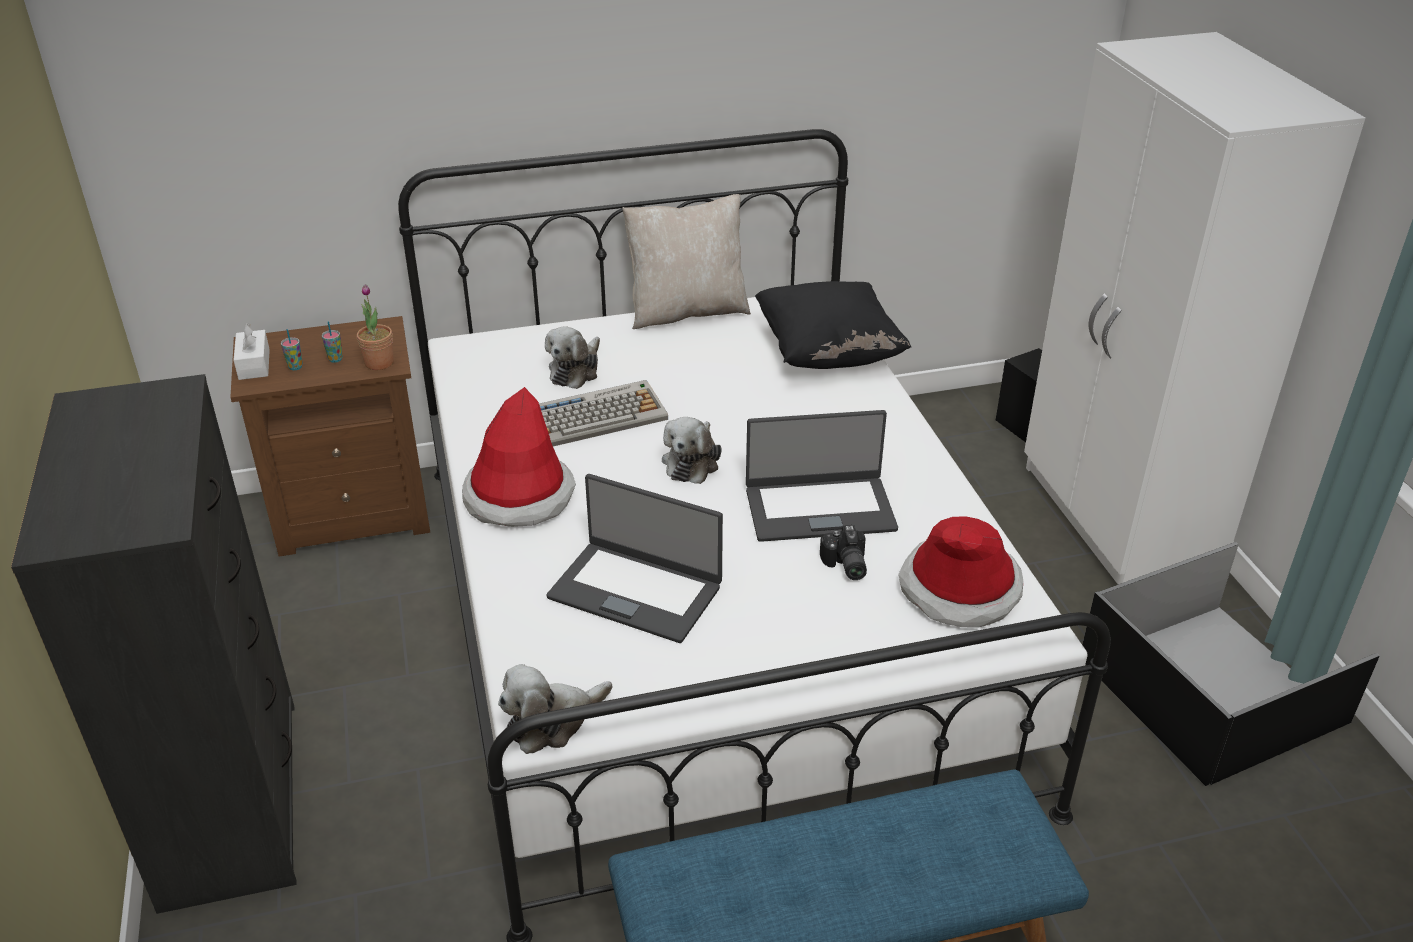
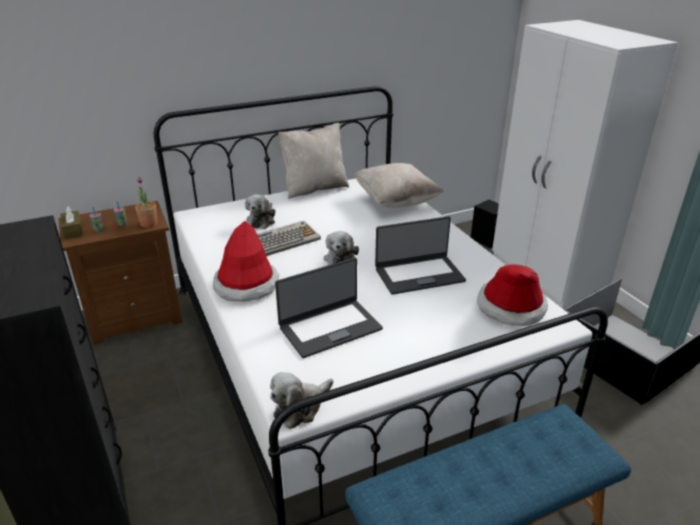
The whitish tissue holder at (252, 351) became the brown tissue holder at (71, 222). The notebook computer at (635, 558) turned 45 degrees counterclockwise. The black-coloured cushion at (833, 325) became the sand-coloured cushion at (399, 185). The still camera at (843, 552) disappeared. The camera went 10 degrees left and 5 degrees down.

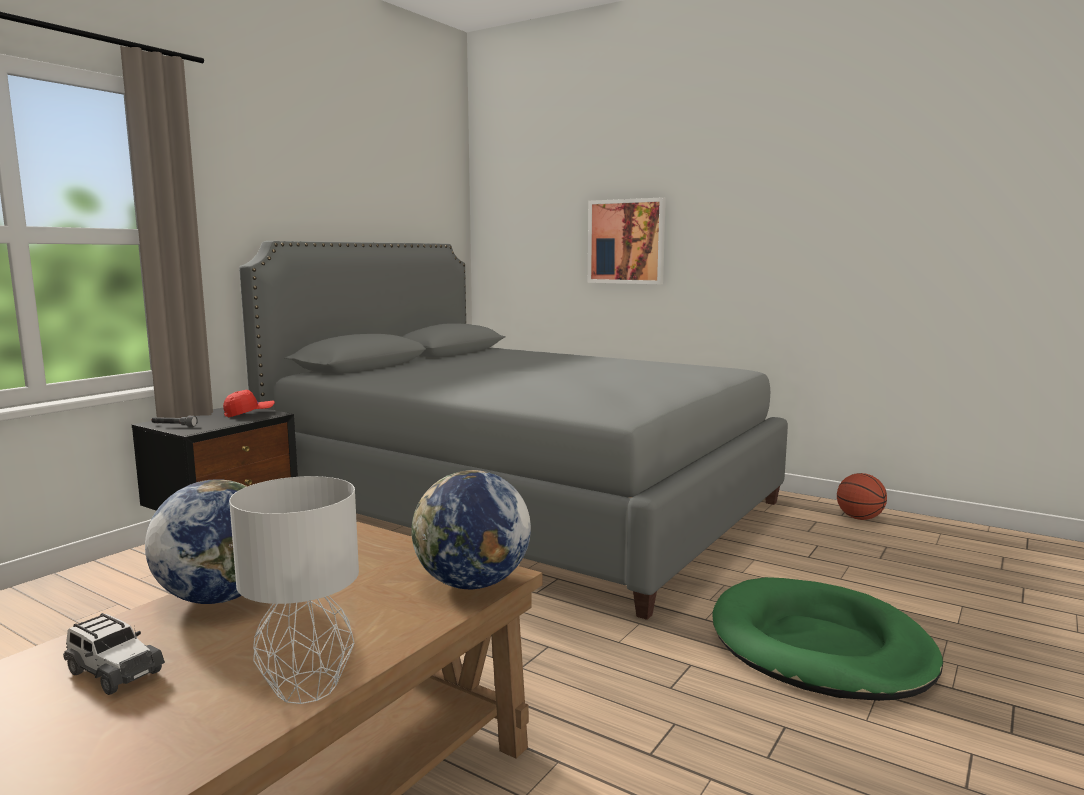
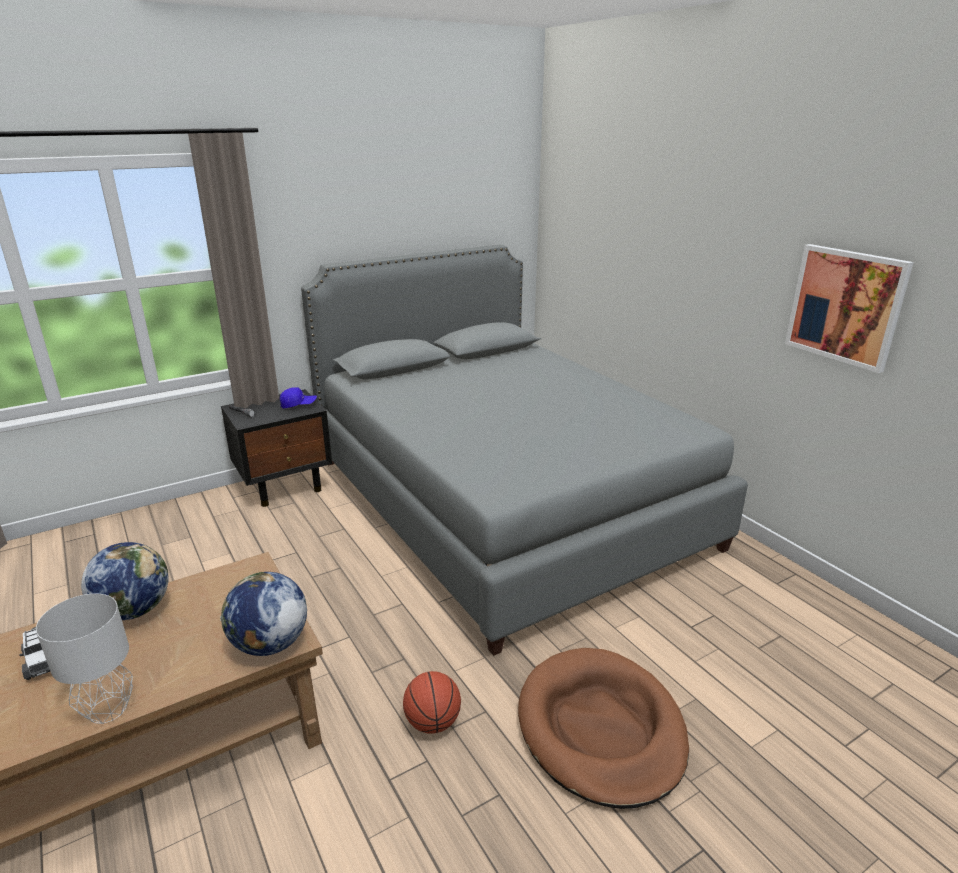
The red-coloured cap at (249, 403) became the blue-coloured cap at (298, 397). The ball for basketball moved from (862, 496) to (432, 702). The green-coloured dog cushion at (828, 639) became the brown dog cushion at (603, 728). The wall art moved from (627, 240) to (849, 308). The camera went 25 degrees right and 15 degrees up.

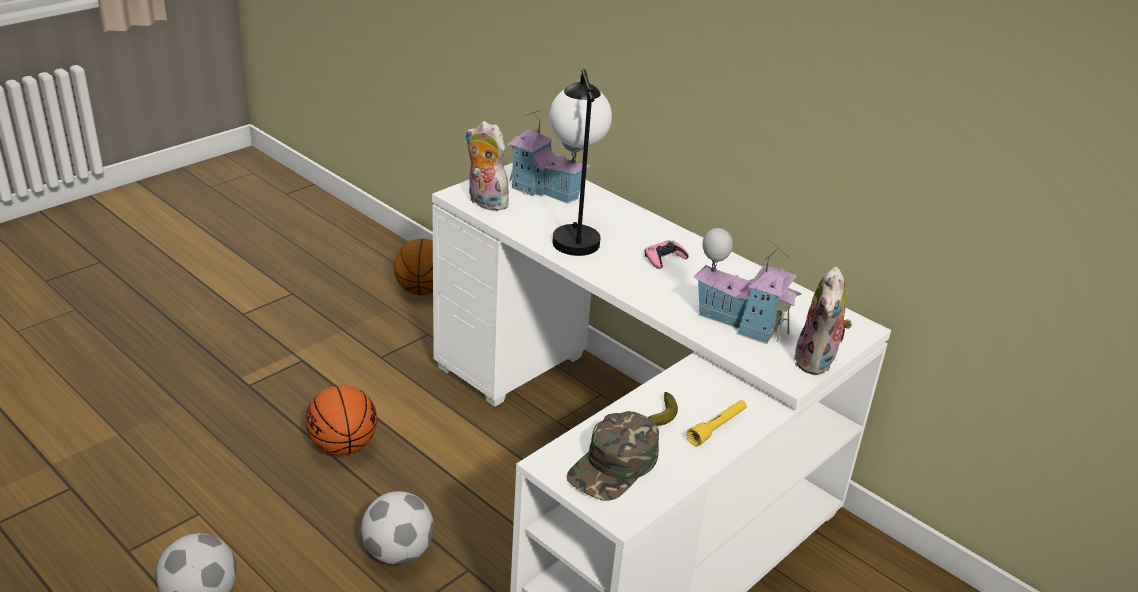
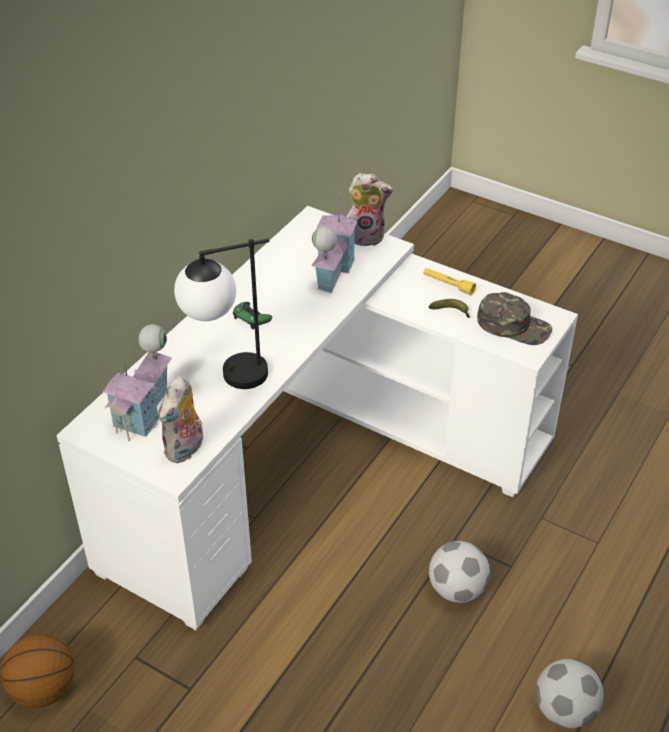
The pinkish gamepad at (667, 254) became the green-coloured gamepad at (252, 315). The ball for basketball at (341, 420) disappeared. The camera went 100 degrees left and 10 degrees up.

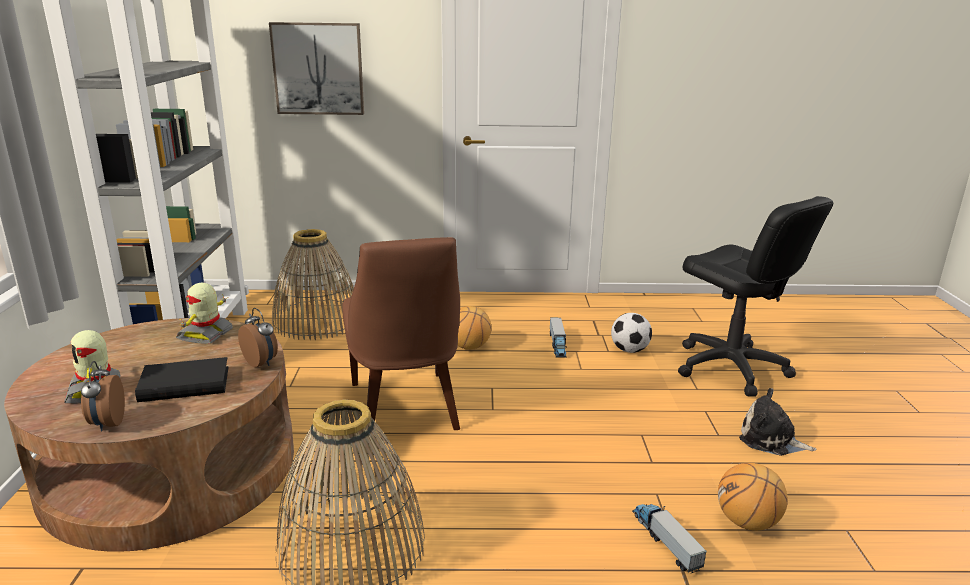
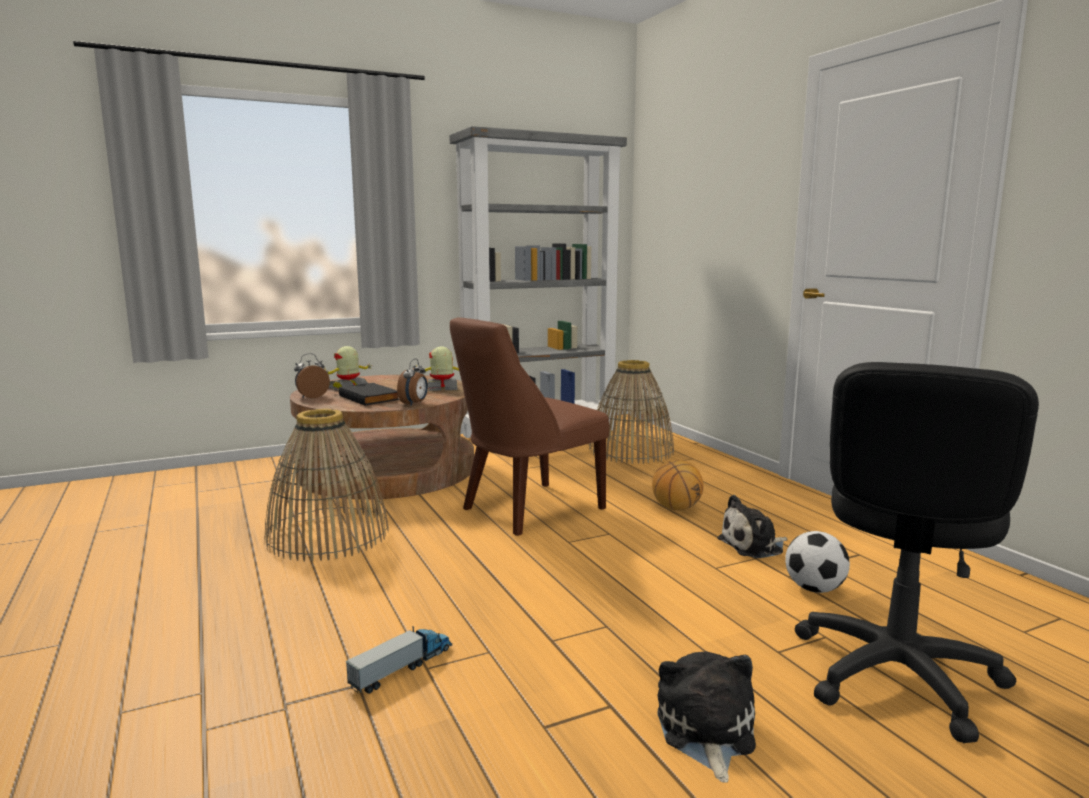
The toy lorry at (558, 338) was replaced by the cuddly toy at (753, 526). The wall art at (316, 68) disappeared. The ball for basketball at (753, 497) disappeared. The camera went 65 degrees right and 10 degrees down.

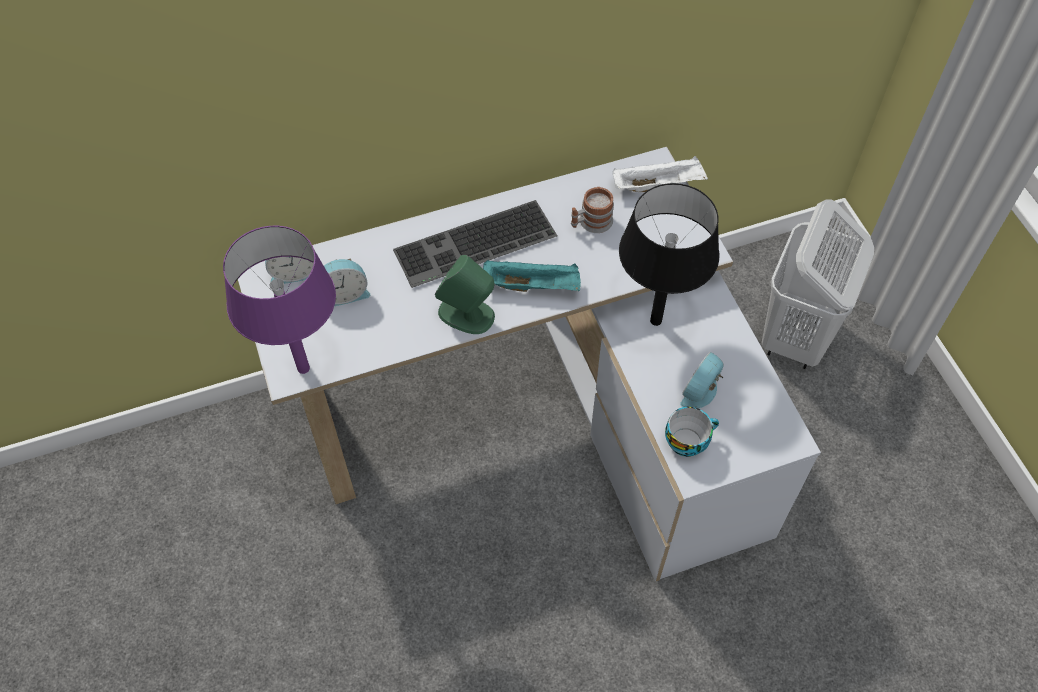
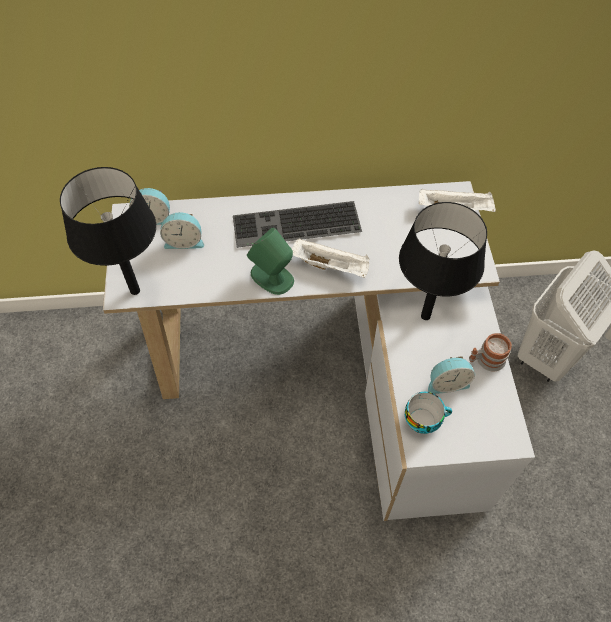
The purple-coloured tabletop lamp at (279, 300) became the black-coloured tabletop lamp at (108, 231). The blue-green carrying tray at (532, 276) became the whitish carrying tray at (331, 258). The bedside clock at (702, 380) turned 150 degrees counterclockwise. The mug moved from (592, 210) to (490, 352). The camera went 15 degrees right and 0 degrees up.

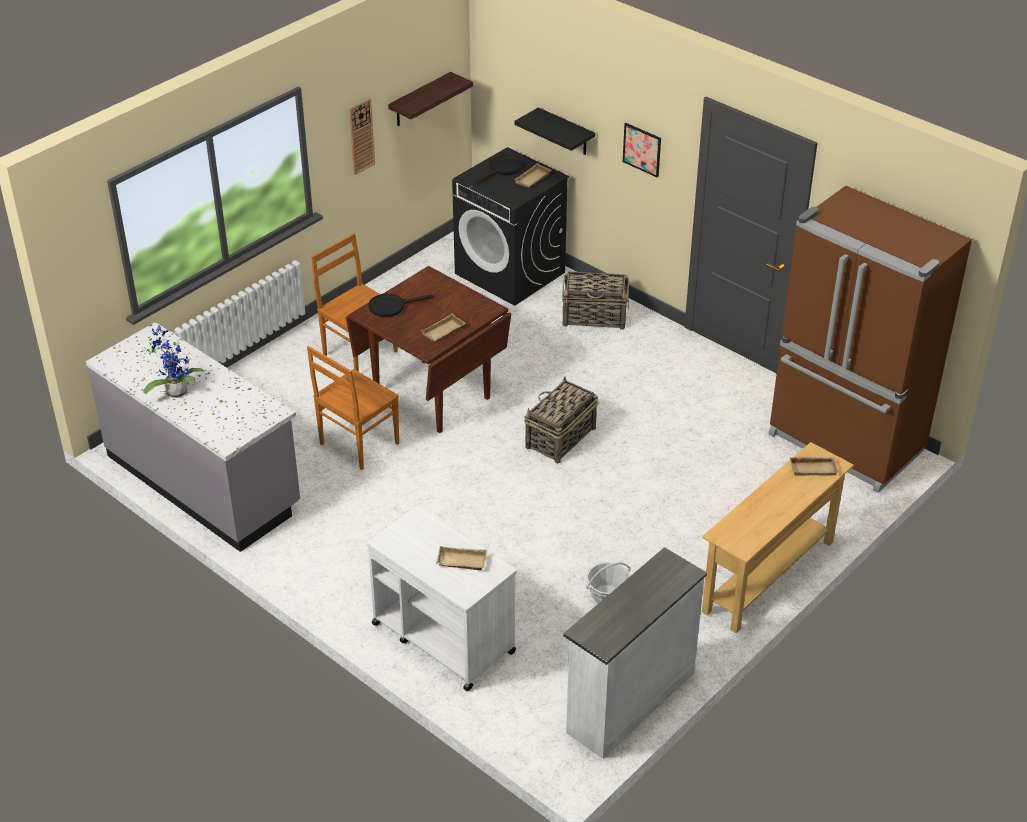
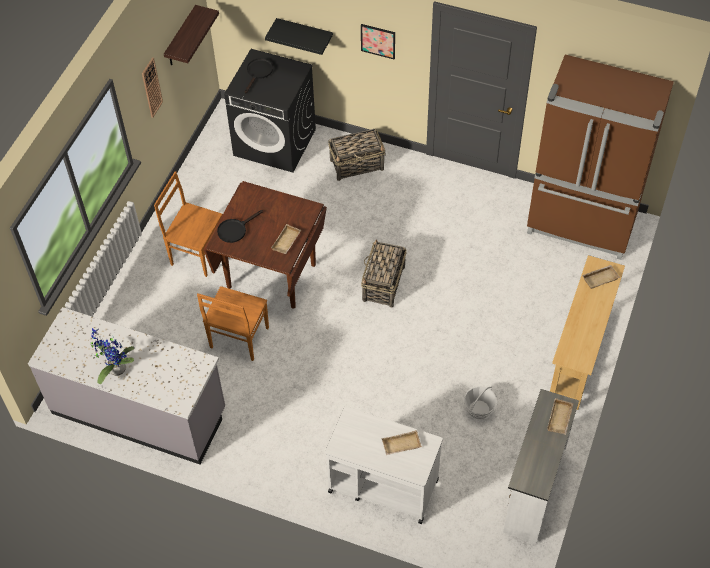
The sand-coloured carrying tray moved from (533, 175) to (560, 416). The camera went 20 degrees left and 15 degrees up.

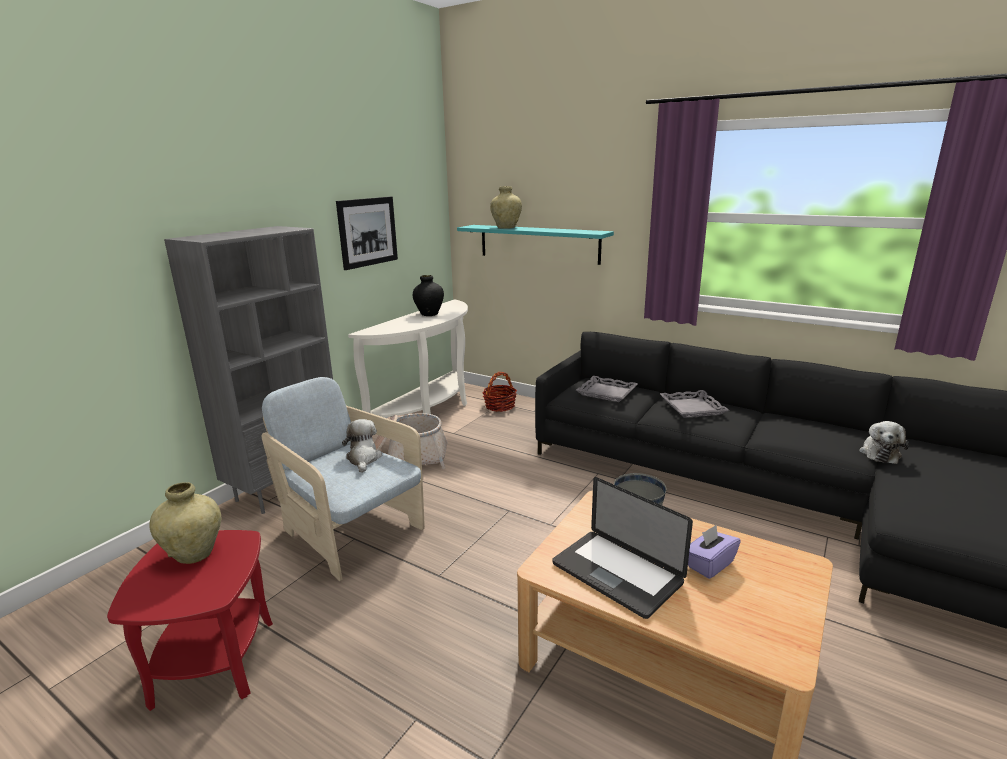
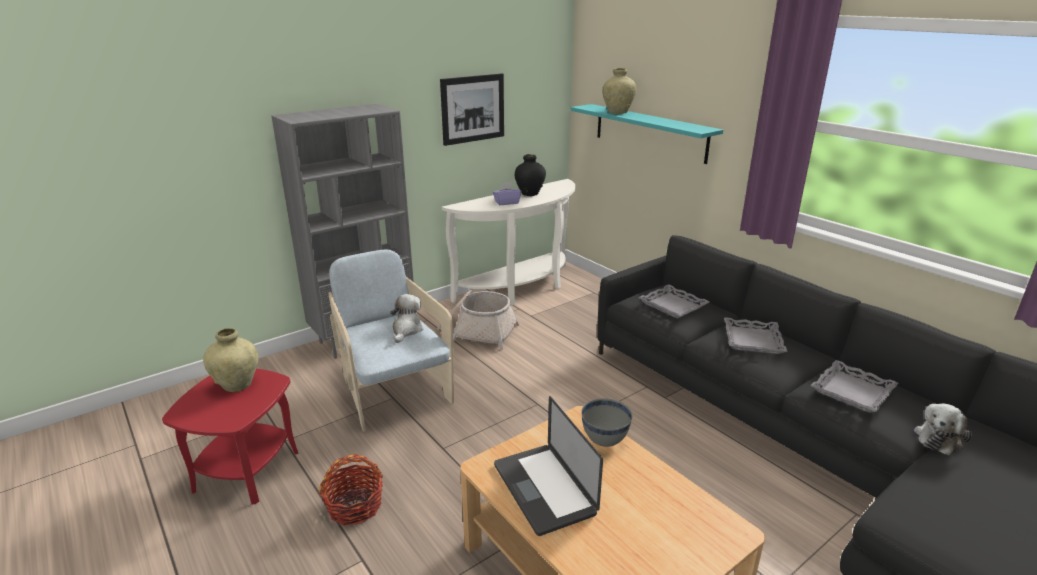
The basket moved from (499, 392) to (350, 490). The purple-coloured tissue holder moved from (714, 552) to (507, 193). The grey carrying tray at (854, 386) appeared. The camera went 20 degrees right and 5 degrees up.

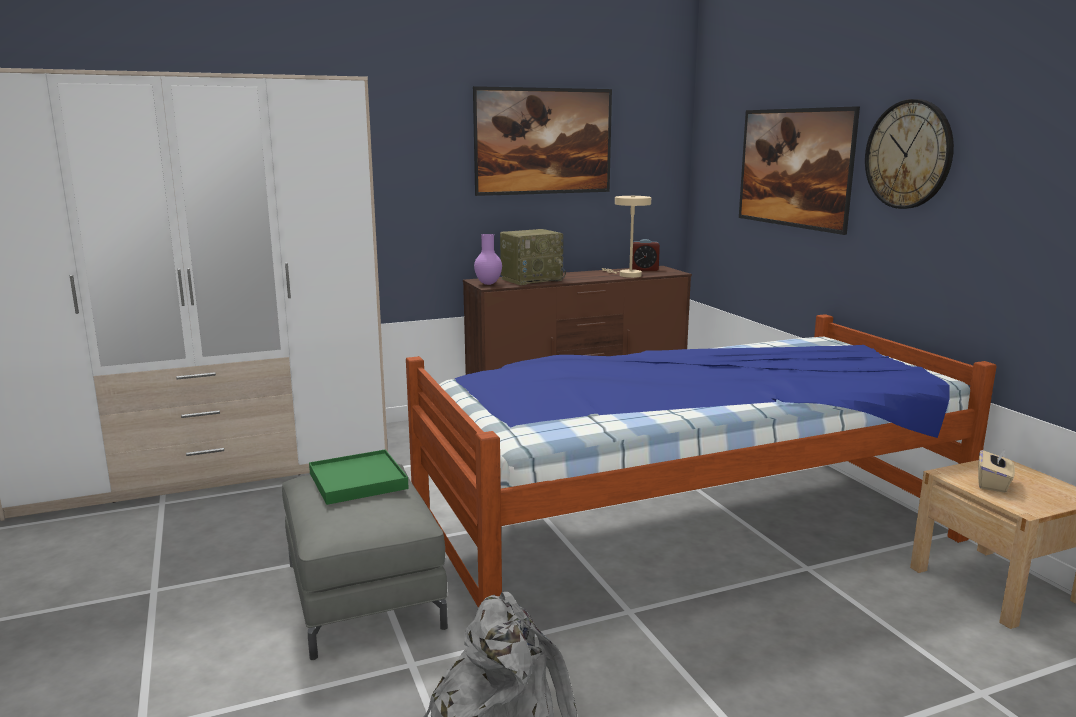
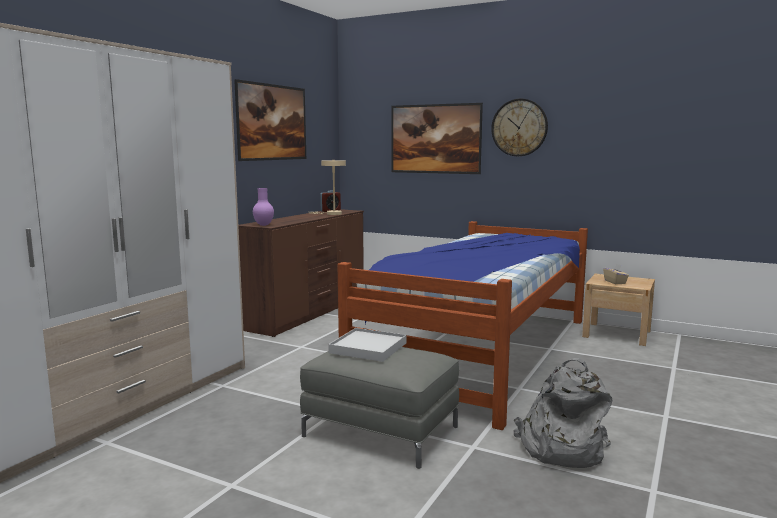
The green-coloured carrying tray at (359, 477) became the whitish carrying tray at (367, 345). The radio set at (533, 257) disappeared. The camera went 40 degrees left and 5 degrees down.

